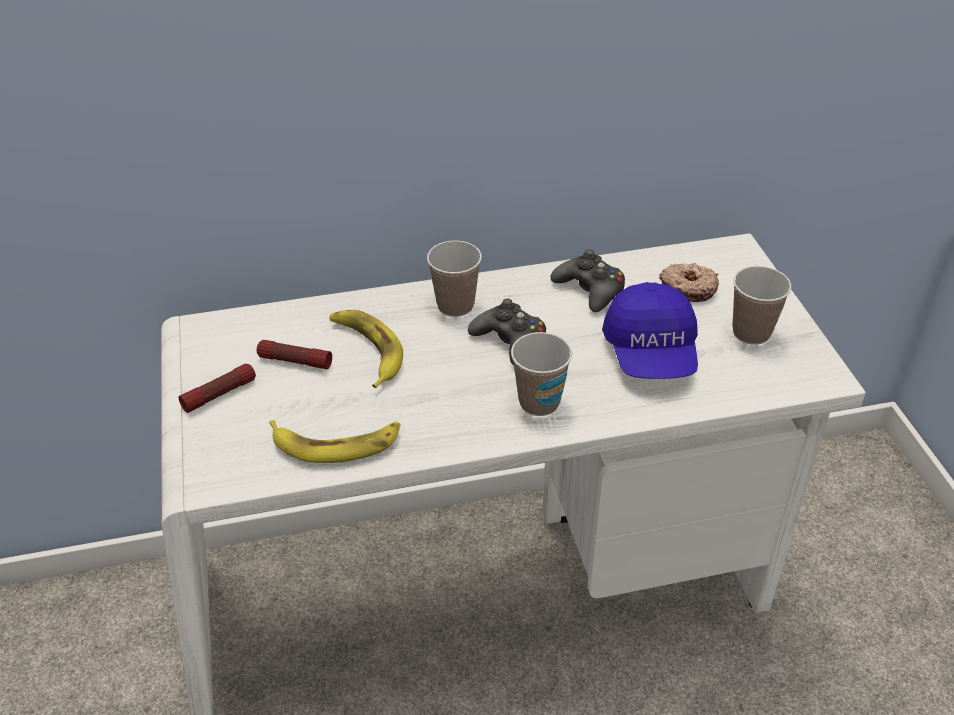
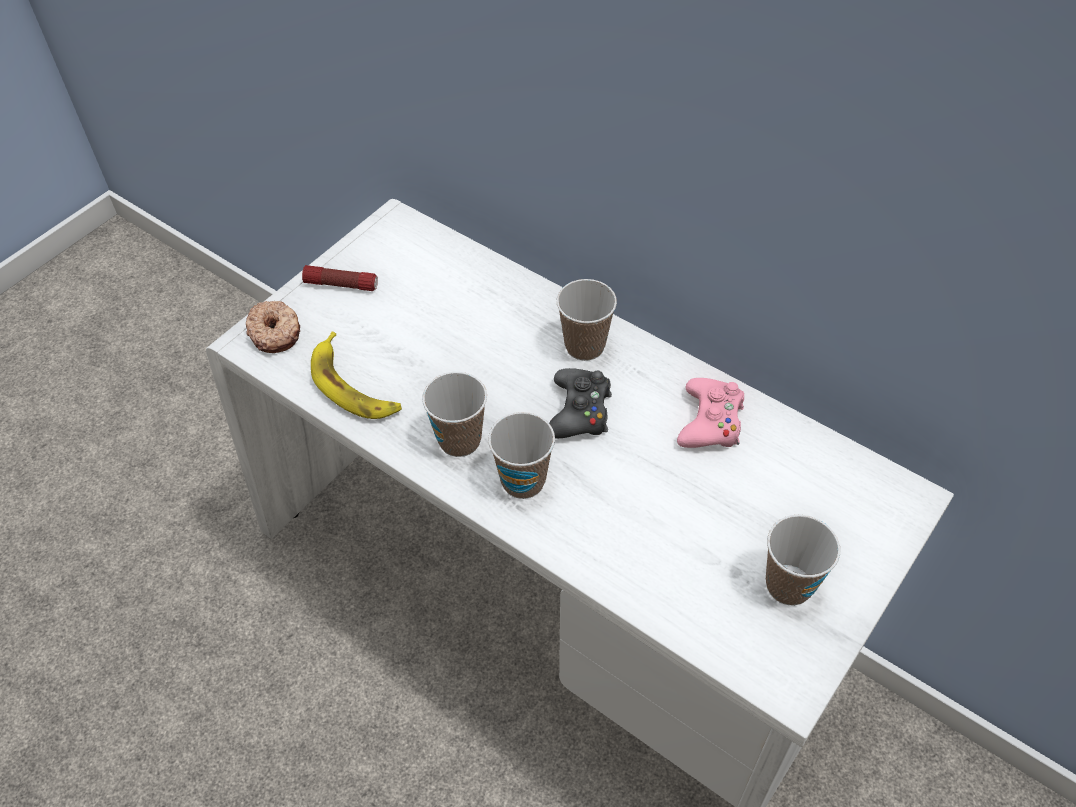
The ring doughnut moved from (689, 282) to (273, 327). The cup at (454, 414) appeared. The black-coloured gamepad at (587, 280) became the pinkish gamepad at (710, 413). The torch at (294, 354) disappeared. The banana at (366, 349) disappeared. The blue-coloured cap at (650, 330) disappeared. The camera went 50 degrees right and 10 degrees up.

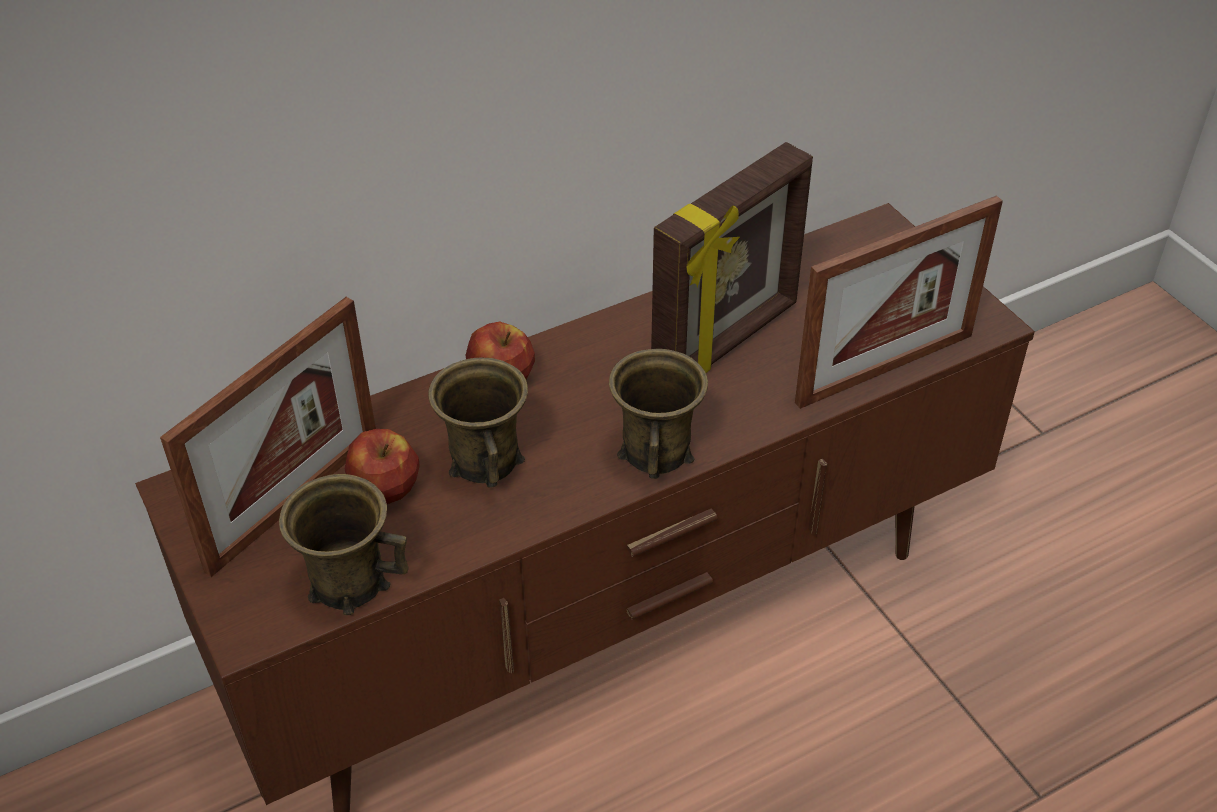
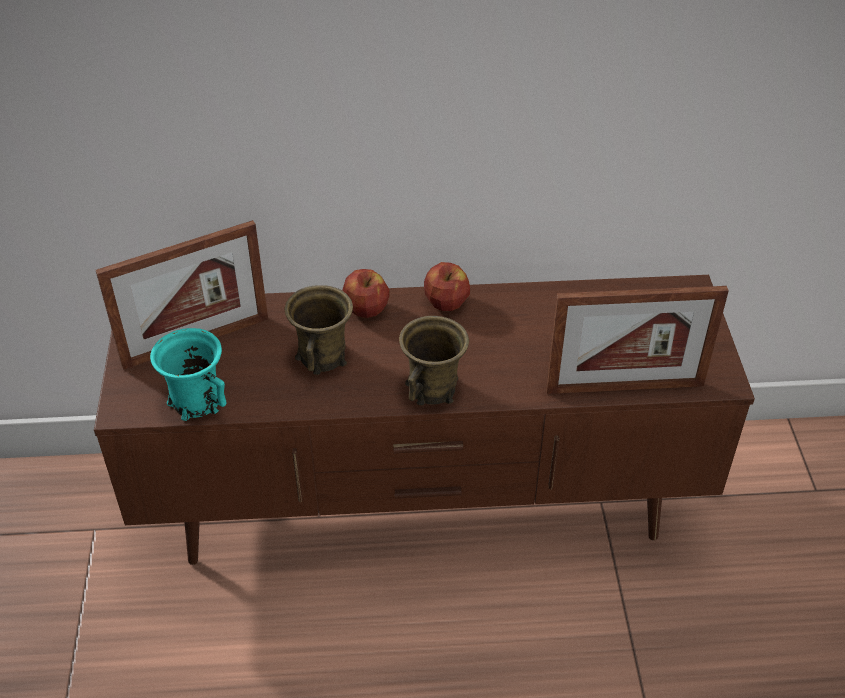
The brown mug at (343, 544) became the blue-green mug at (188, 374). The apple fruit moved from (382, 466) to (447, 286). The standing frame at (732, 257) disappeared. The camera went 25 degrees right and 0 degrees up.

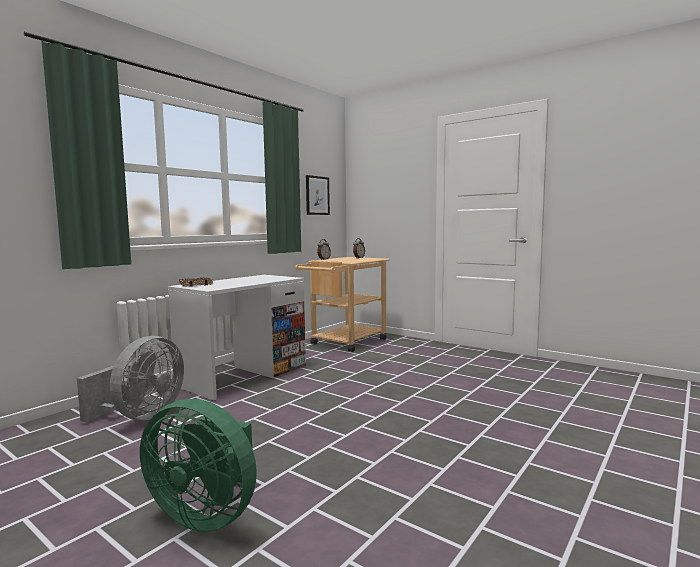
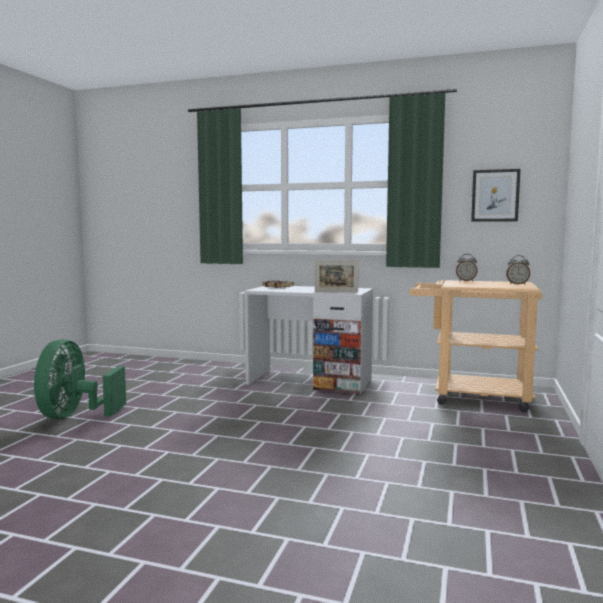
The standing frame at (337, 276) appeared. The grey cooling fan at (130, 379) disappeared. The camera went 70 degrees right and 0 degrees up.

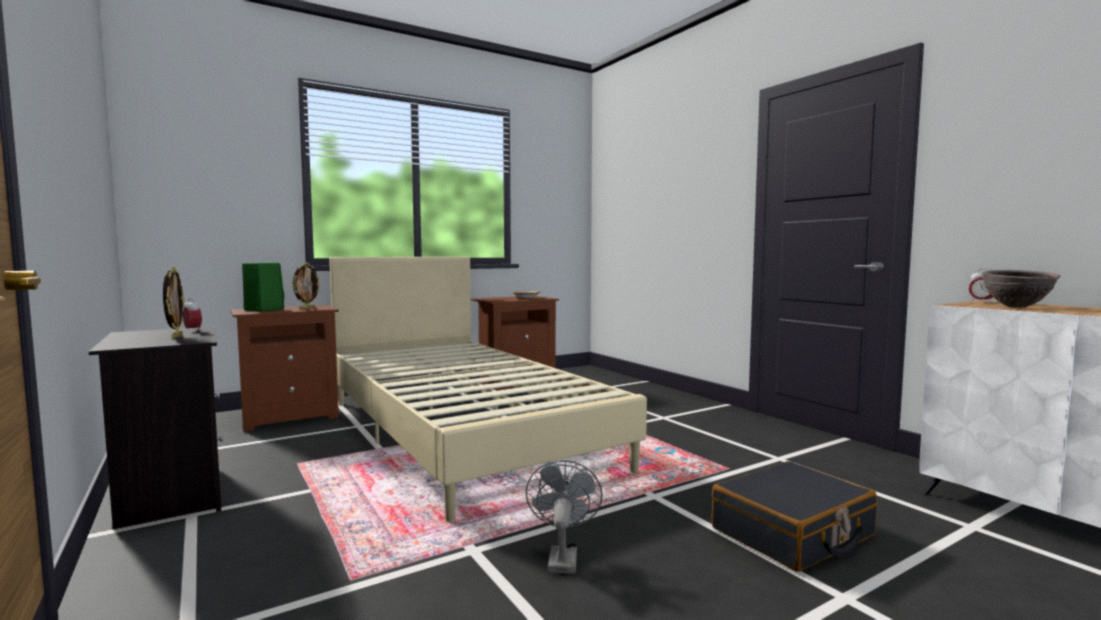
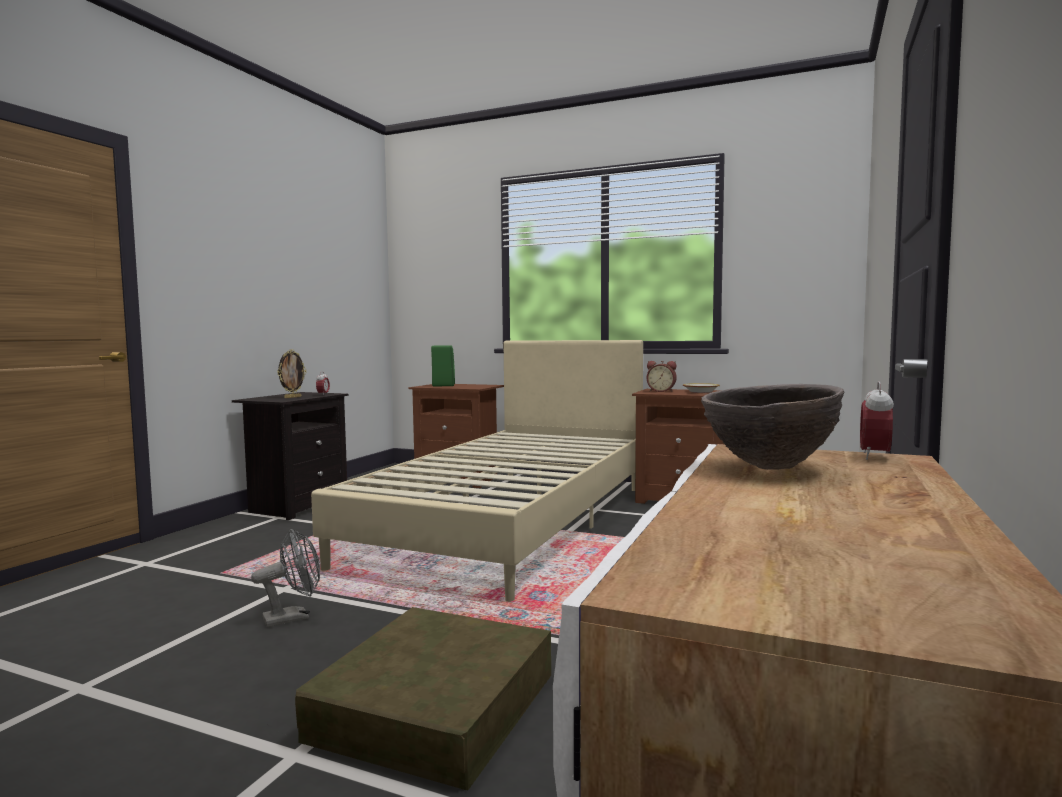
The black-coloured piece of luggage at (794, 516) was replaced by the brown storage box at (423, 698). The bedside clock at (662, 376) appeared. The standing frame at (306, 286) disappeared. The camera went 55 degrees right and 0 degrees up.

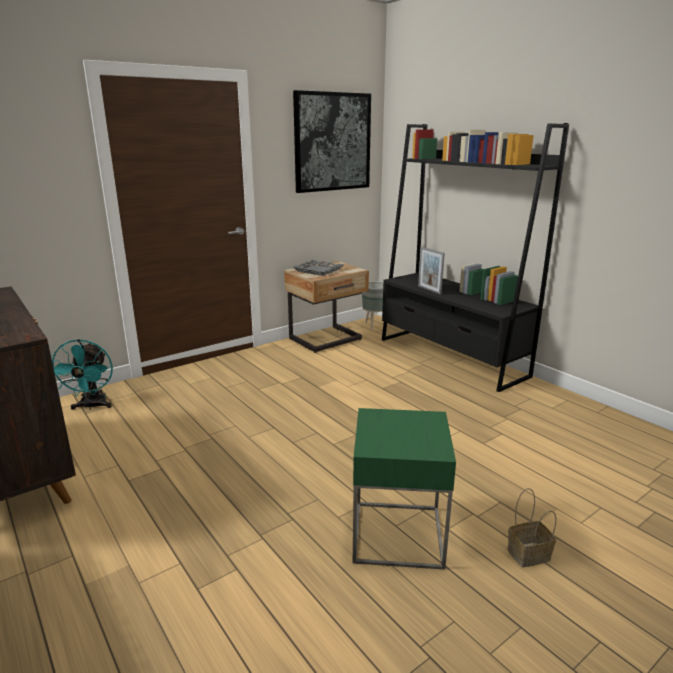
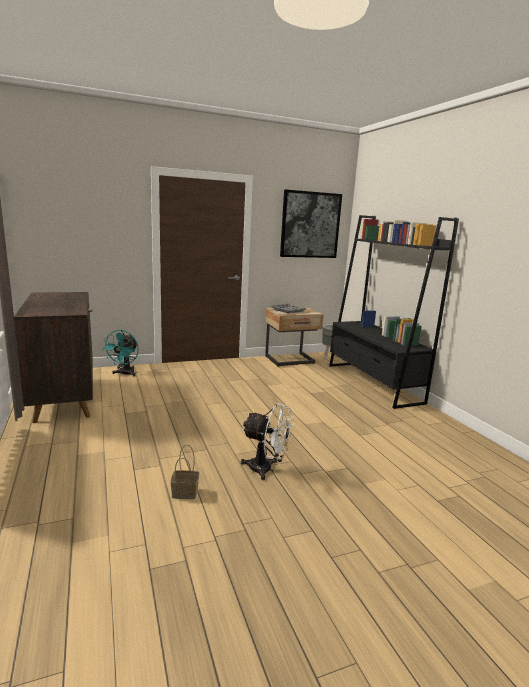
The basket moved from (532, 527) to (185, 472). The green-coloured end table at (404, 489) was replaced by the whitish cooling fan at (267, 441). The standing frame at (431, 271) disappeared. The camera went 15 degrees right and 5 degrees down.

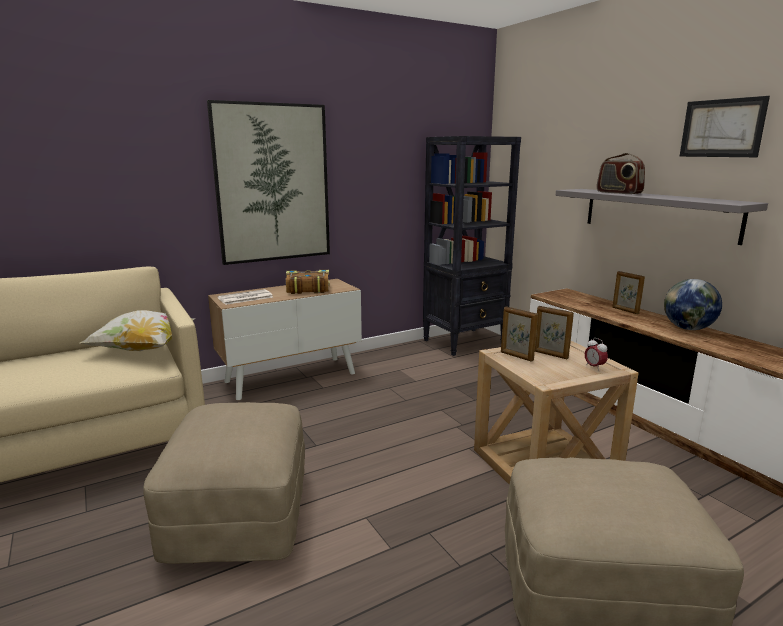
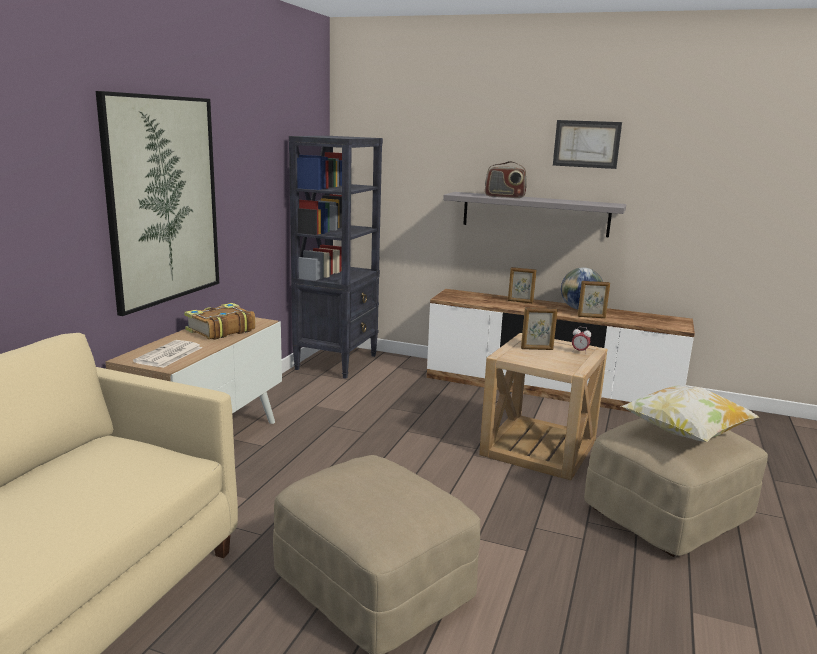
The standing frame moved from (519, 334) to (594, 299). The cushion moved from (137, 330) to (690, 413). The camera went 40 degrees left and 0 degrees up.

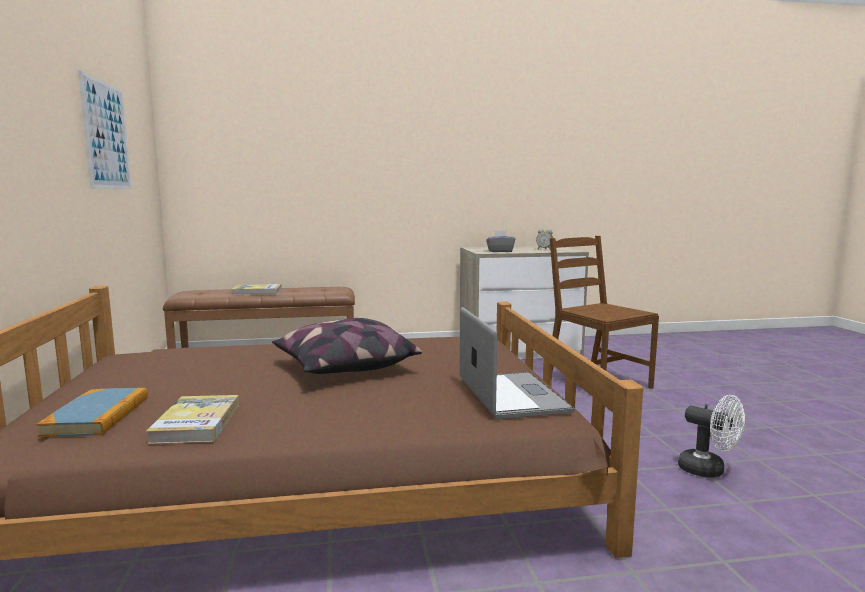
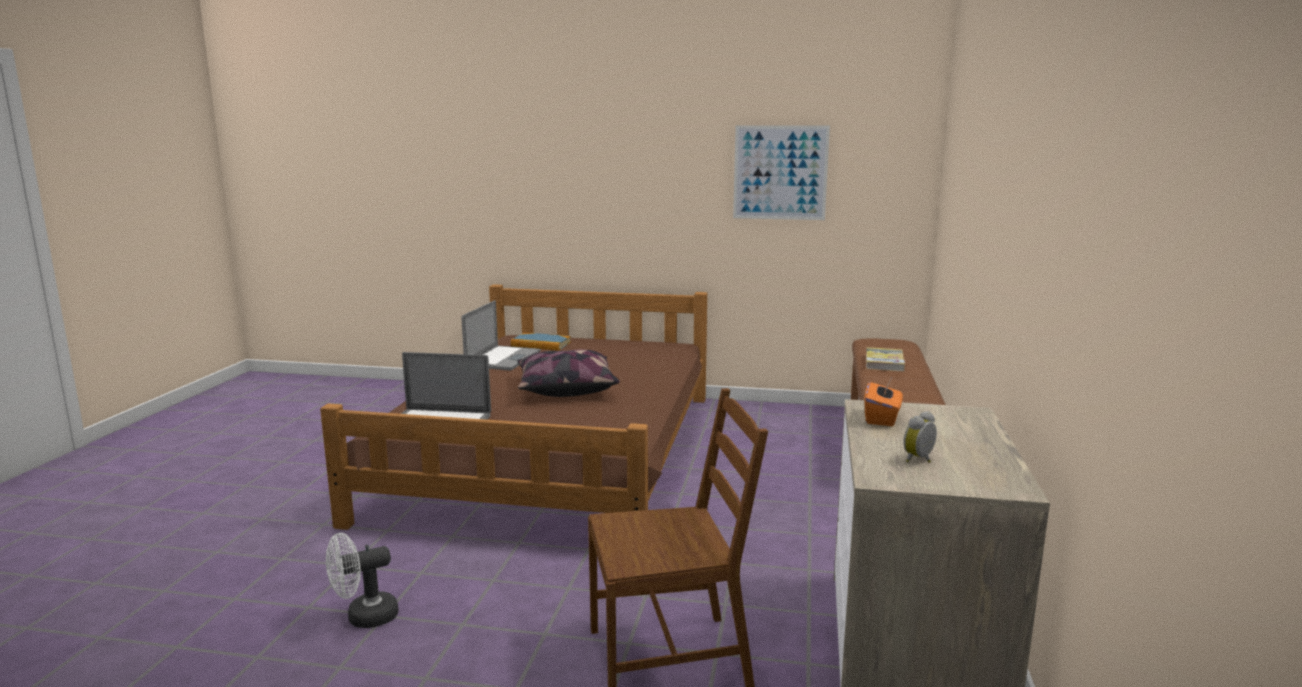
The volume at (192, 419) was replaced by the notebook computer at (501, 335). The grey tissue holder at (500, 241) became the orange tissue holder at (884, 401). The camera went 110 degrees right and 5 degrees up.

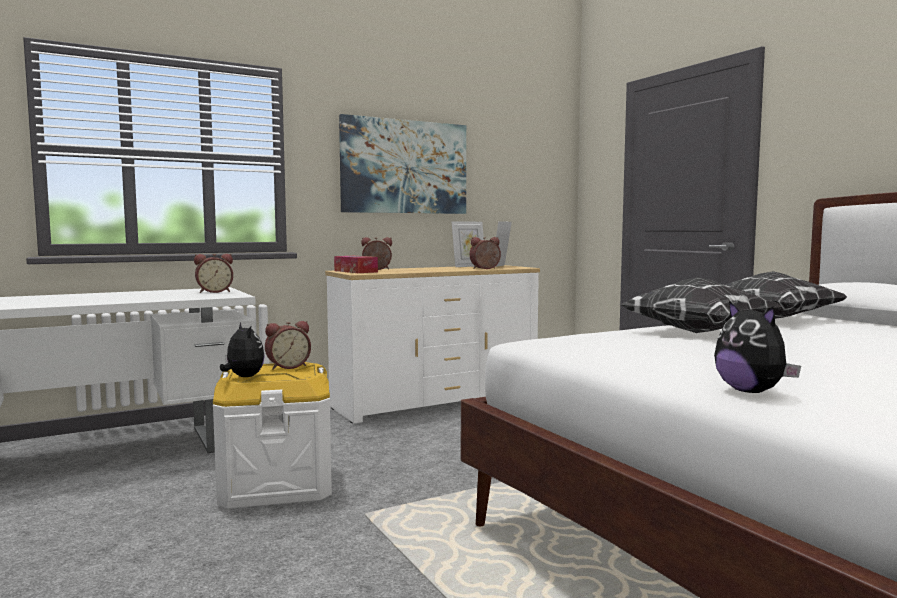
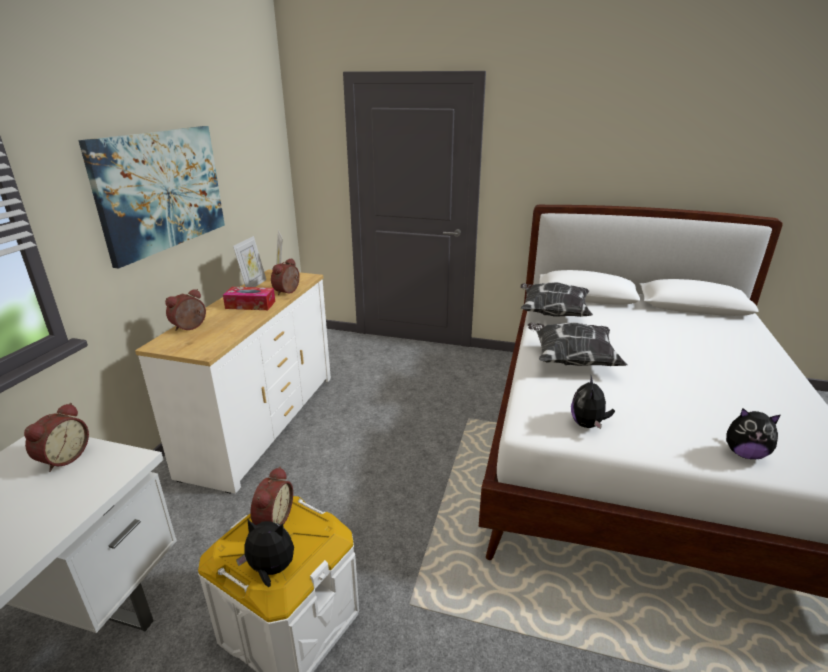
The tissue holder moved from (356, 264) to (249, 298). The cuddly toy at (593, 402) appeared. The camera went 45 degrees left and 20 degrees up.

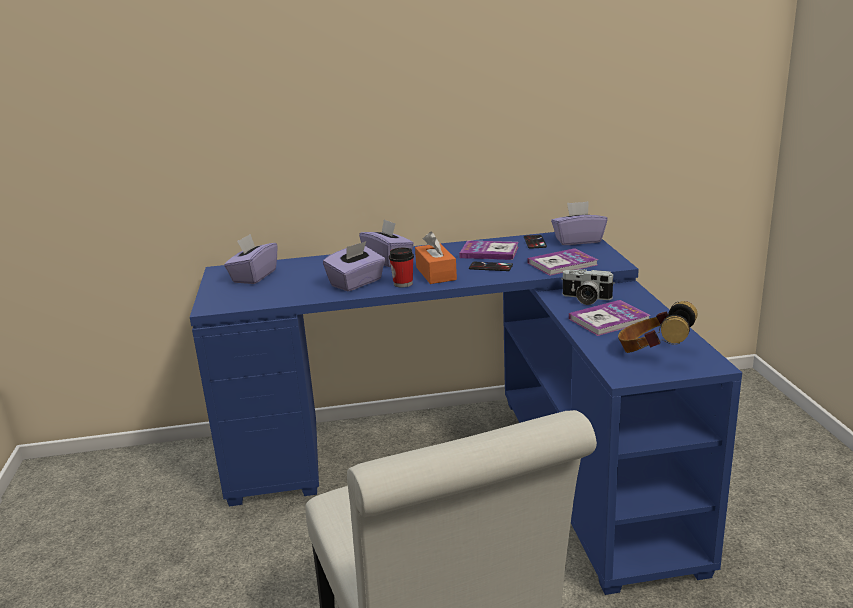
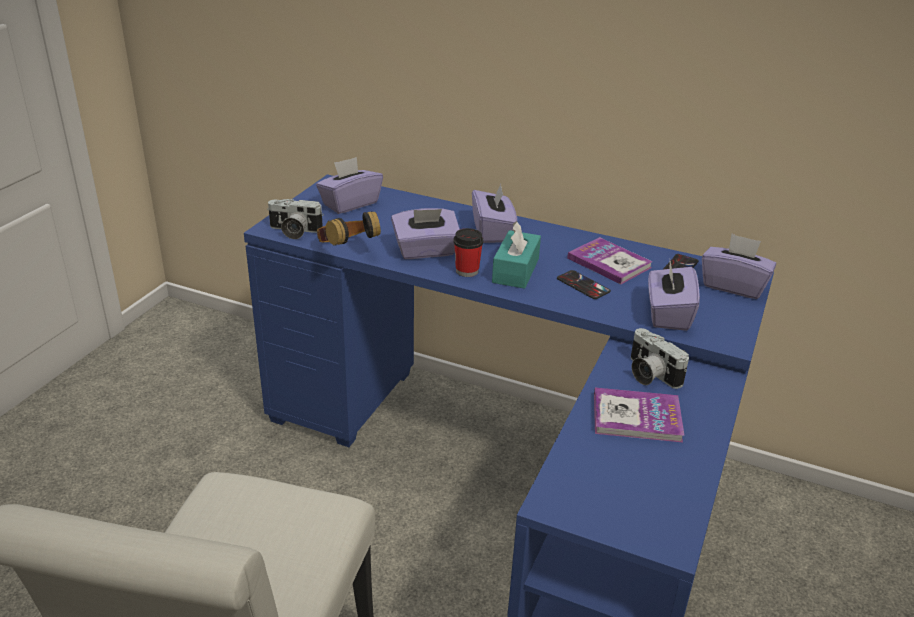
The still camera at (295, 219) appeared. The headphones moved from (658, 327) to (349, 228). The orange tissue holder at (436, 257) became the blue-green tissue holder at (516, 255). The volume at (563, 262) was replaced by the purple-coloured tissue holder at (674, 296). The camera went 30 degrees right and 10 degrees up.

